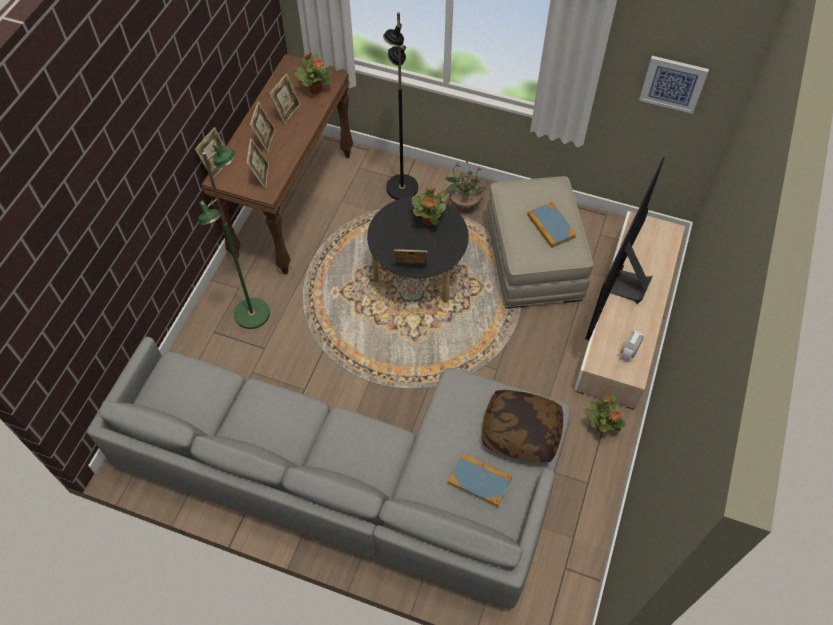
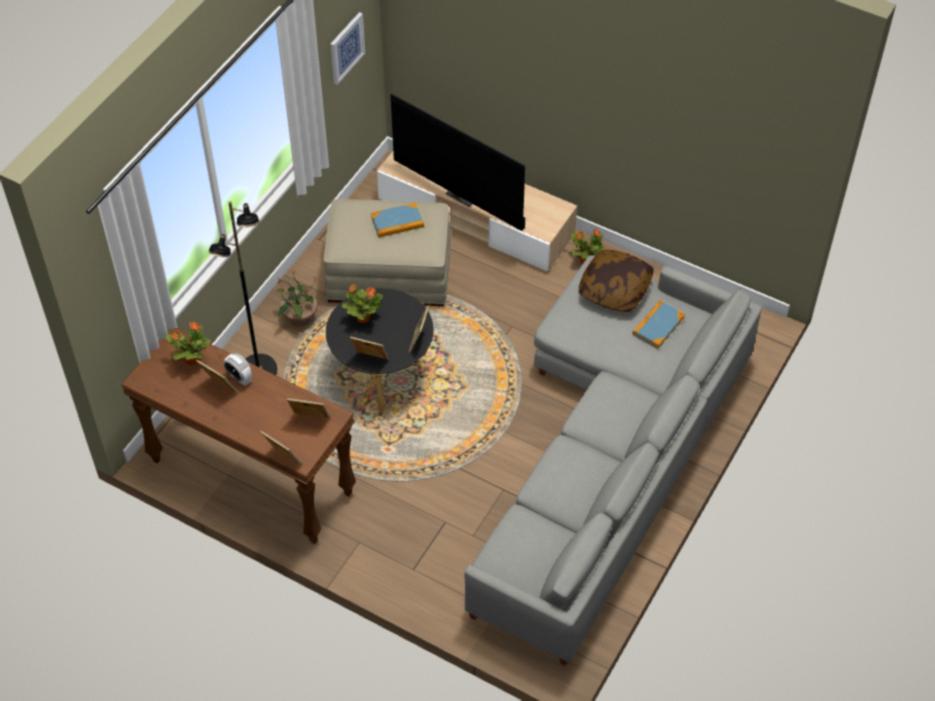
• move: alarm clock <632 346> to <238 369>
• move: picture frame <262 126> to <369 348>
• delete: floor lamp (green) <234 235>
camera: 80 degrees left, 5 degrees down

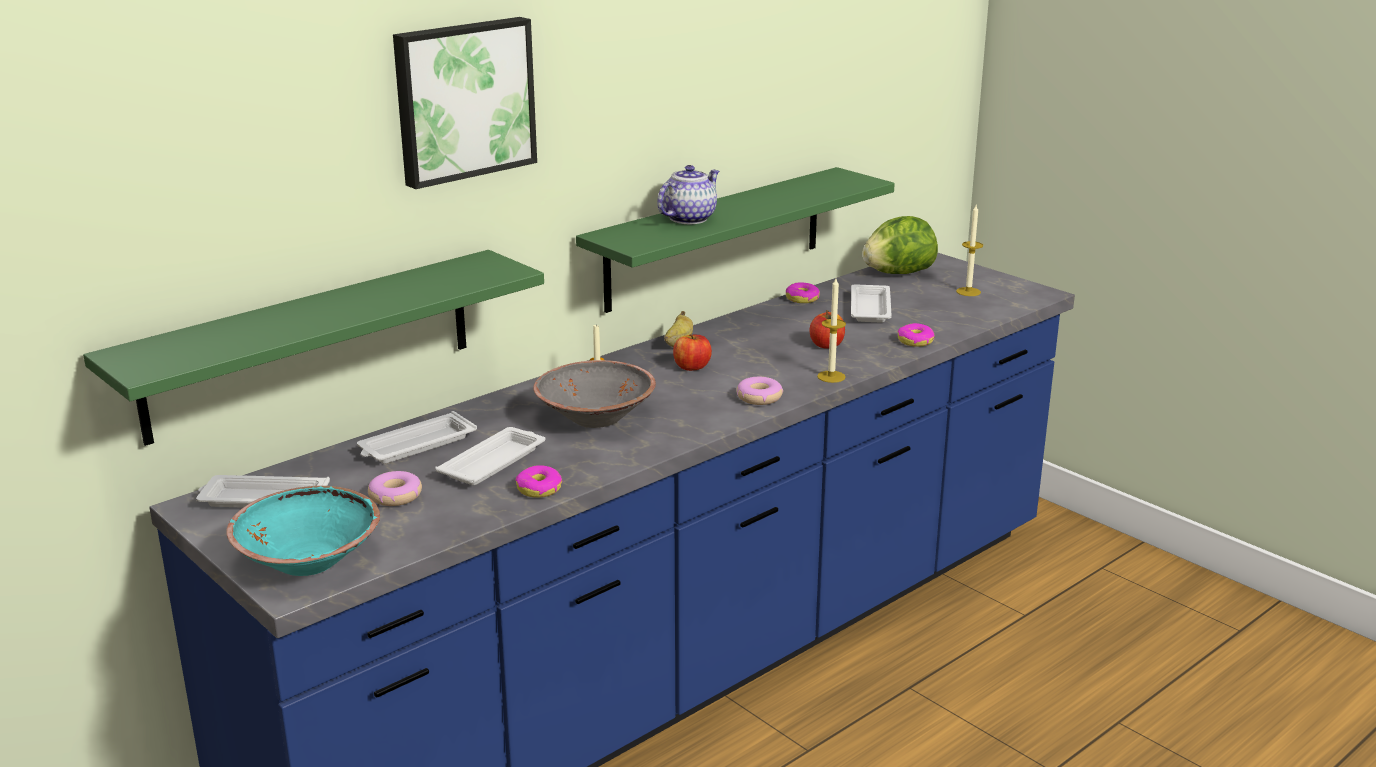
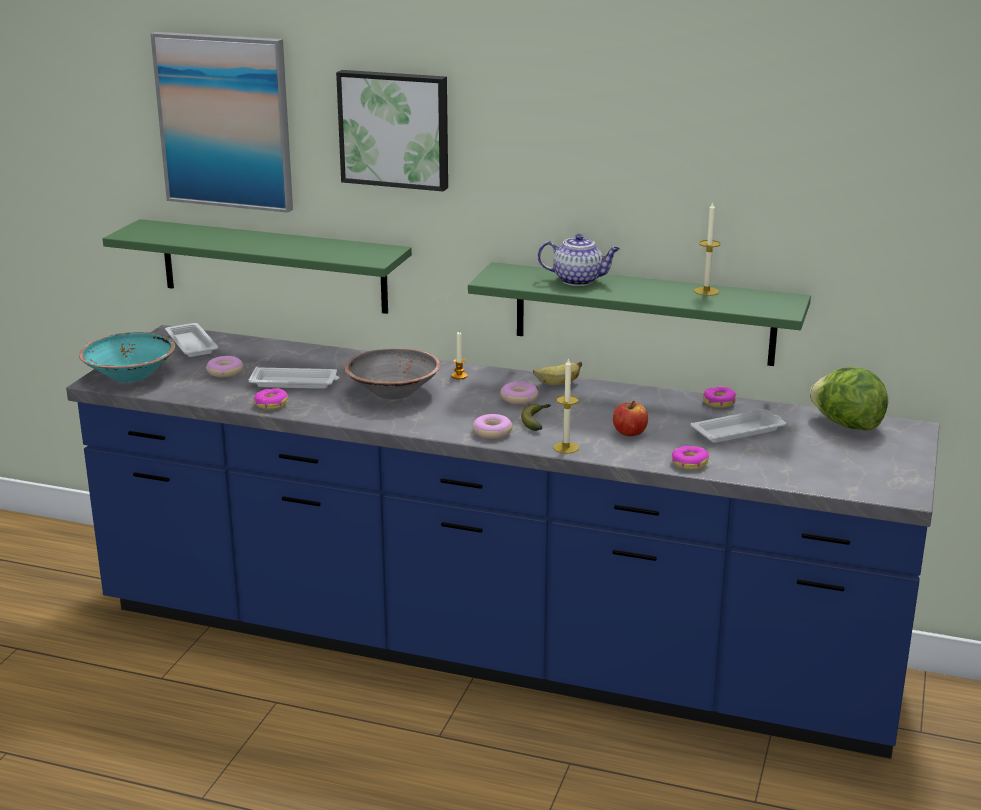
• insert: picture <222 122>
• replace: apple <692 352> to donut <519 392>
• insert: banana <536 417>
• move: candle <969 250> to <707 249>
• delete: tray (white) <417 437>
camera: 60 degrees right, 0 degrees up

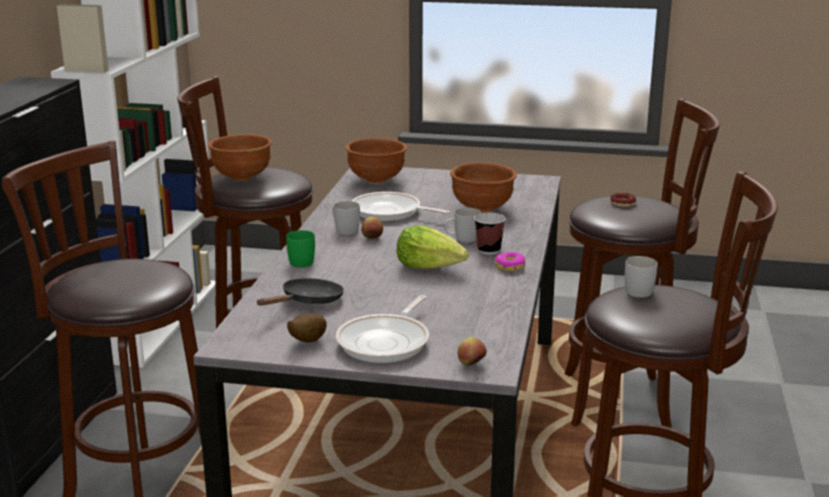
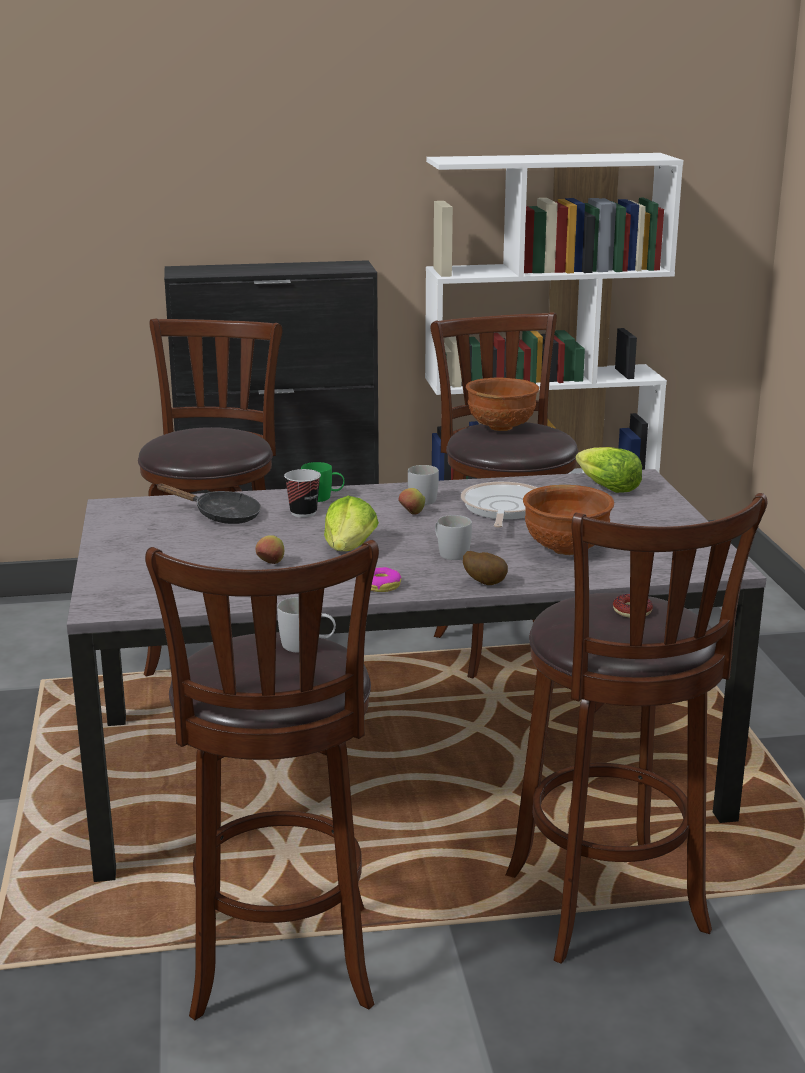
• move: apple <472 351> to <269 549>
• move: cup <490 234> to <302 493>
• move: potato <307 328> to <485 568>
• replace: bowl (brown) <376 160> to lettuce <608 470>
• delete: frying pan <382 329>
camera: 70 degrees right, 0 degrees up

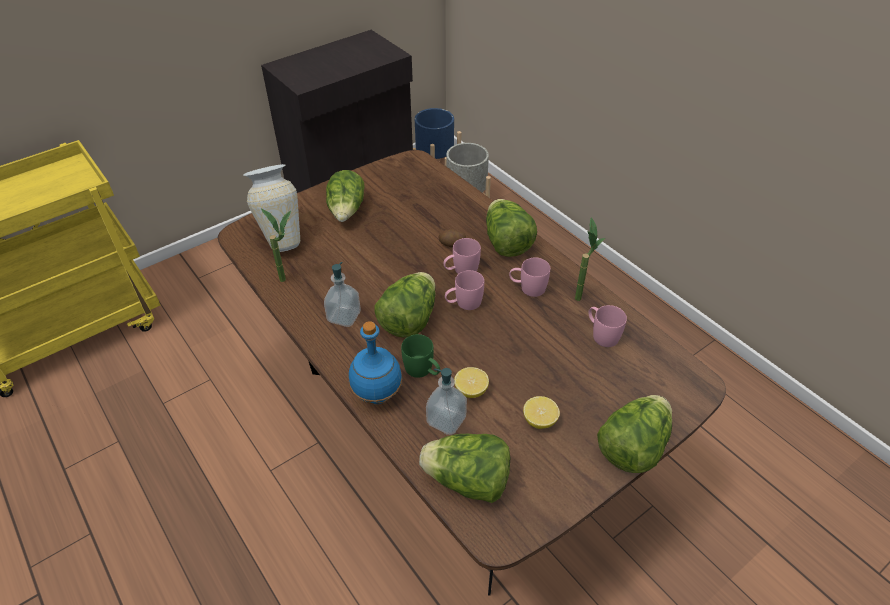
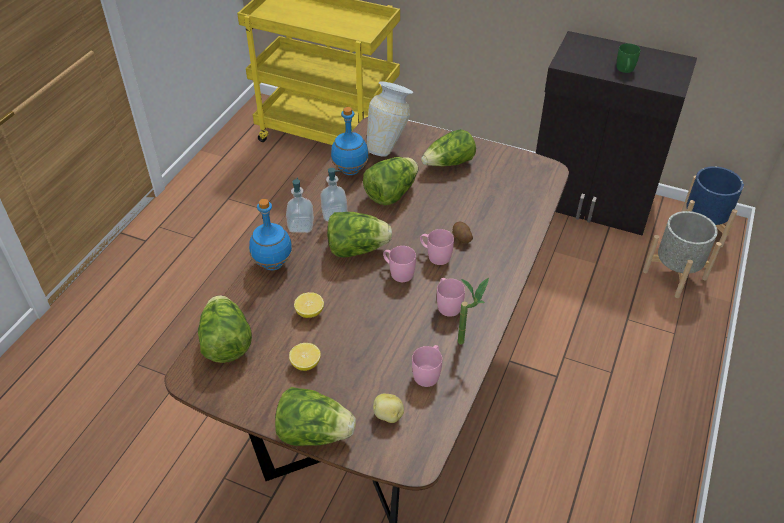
• move: soap dispenser <446 401> to <300 205>
• replace: potted plant <276 245> to bottle (blue) <350 141>
• move: lettuce <511 228> to <390 181>
• insert: potato <388 408>
• move: mug (green) <420 356> to <628 58>
camera: 60 degrees right, 0 degrees up

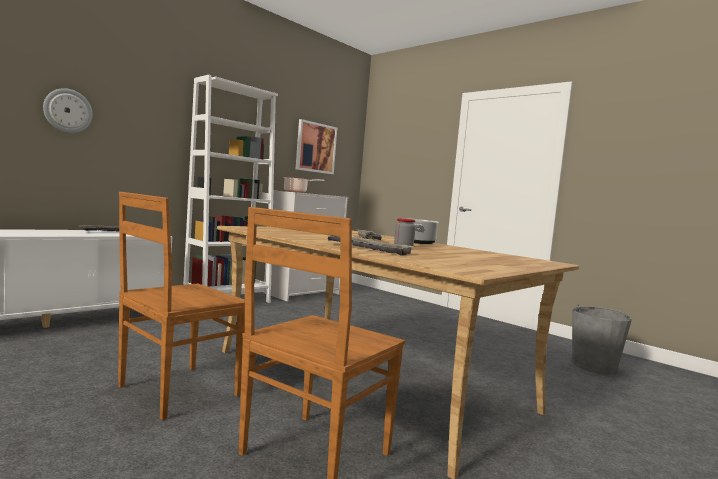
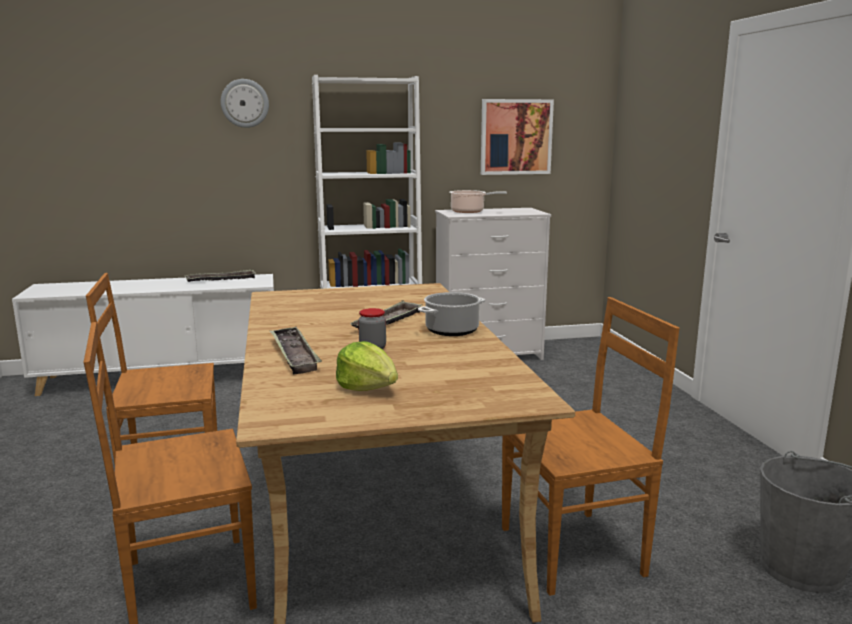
• move: wall clock <67 110> to <245 103>
• insert: lettuce <367 366>
• insert: chair (brown) <591 446>
camera: 35 degrees right, 10 degrees up

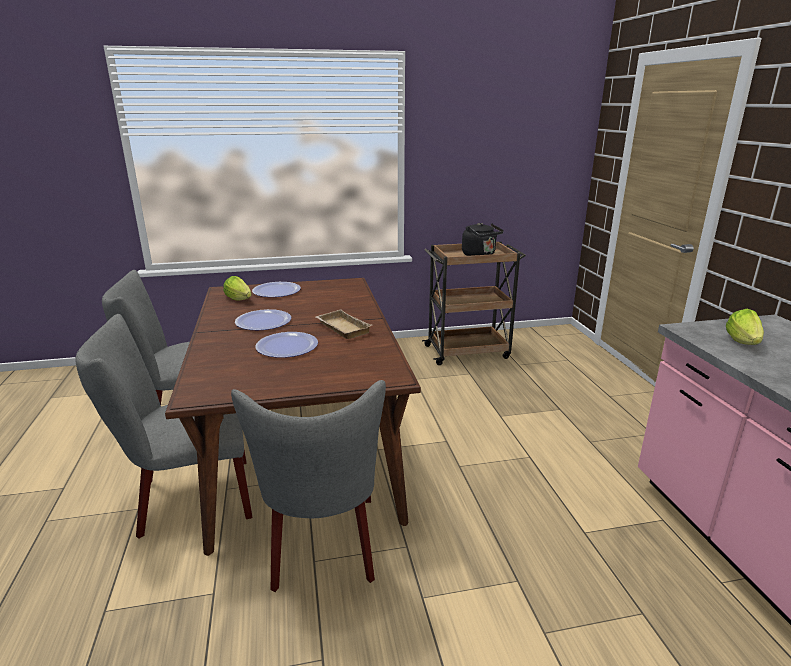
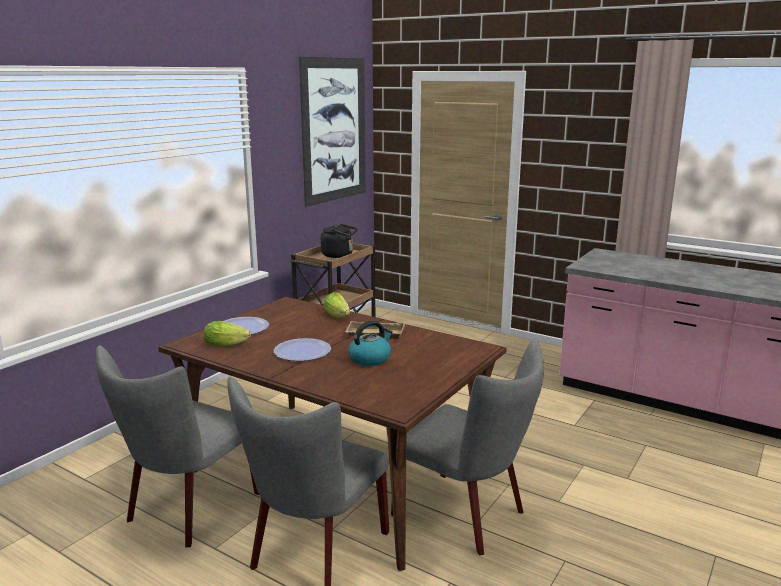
• insert: picture <332 132>
• move: lettuce <745 327> to <336 304>
• replace: plate <287 345> to kettle <371 343>
camera: 45 degrees left, 5 degrees down

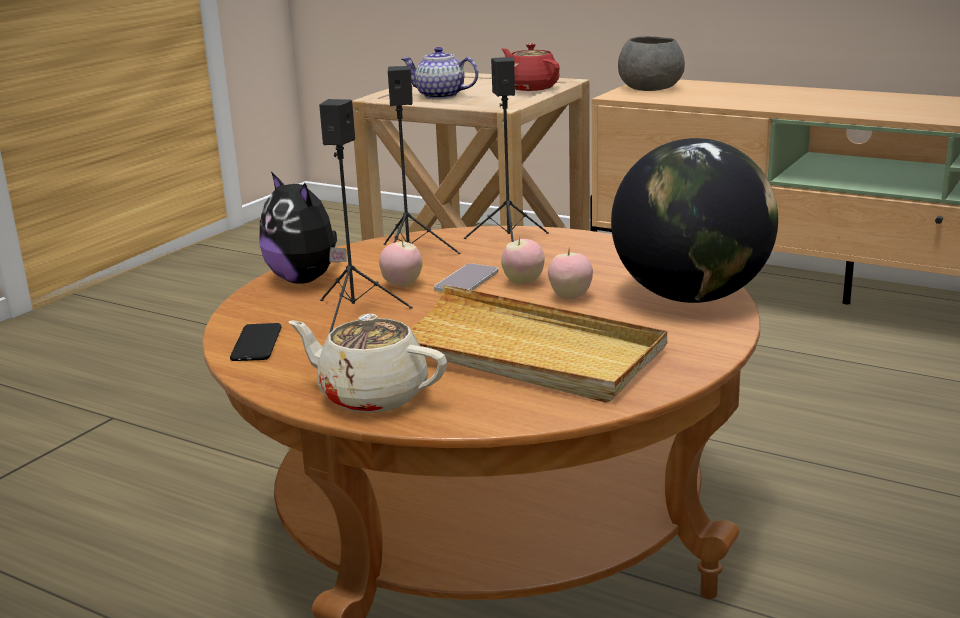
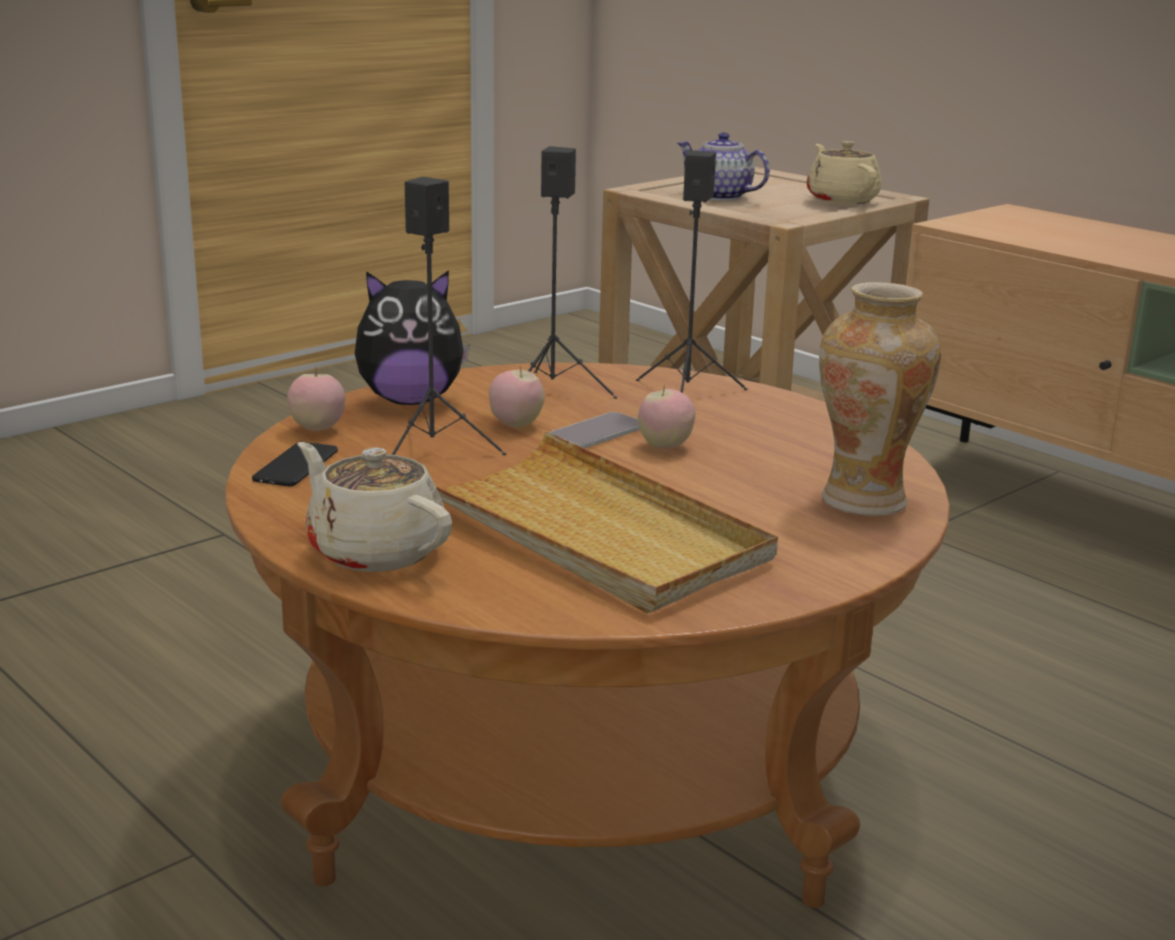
• move: apple <570 273> to <316 399>
• rotate: plush toy <303 227> = <412 337> 75 degrees counterclockwise
• recolor: teapot (red) <531 67> to teapot (beige) <844 172>
• replace: globe <694 220> to vase <880 399>
• delete: bowl (grey) <651 63>
camera: 15 degrees right, 0 degrees up

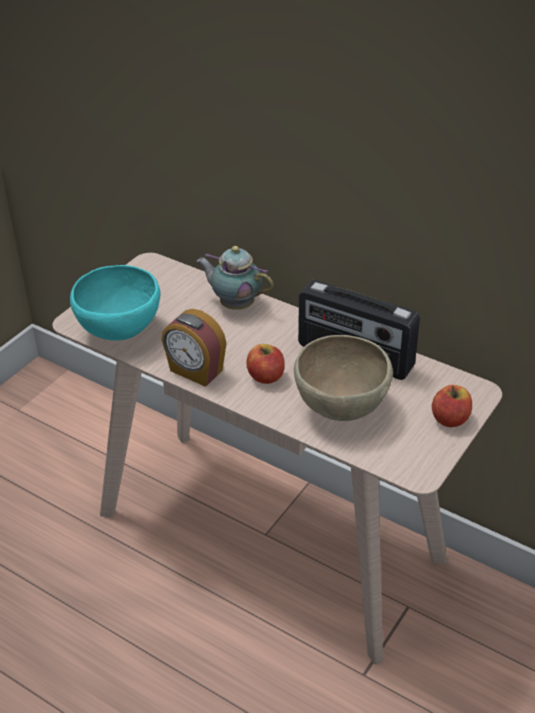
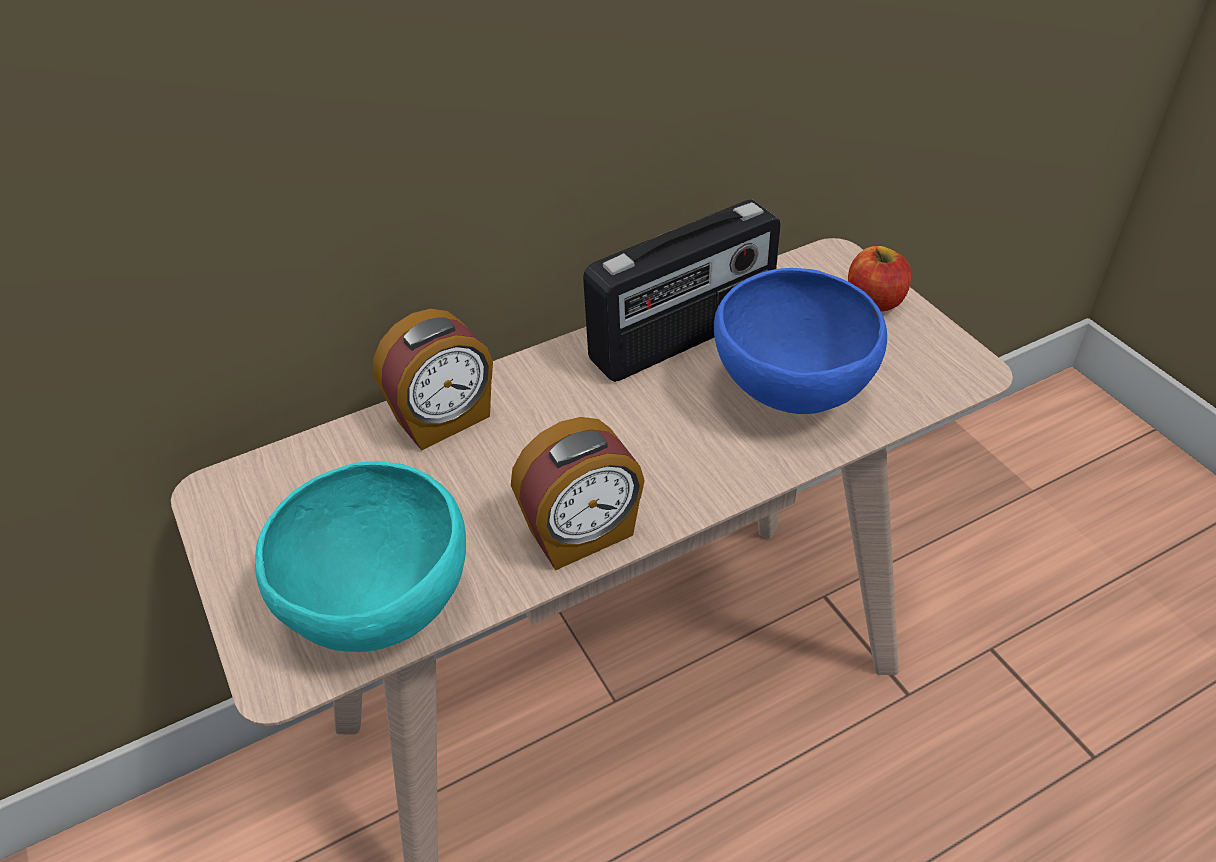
• replace: teapot <235 278> to alarm clock <433 380>
• recolor: bowl (brown) <343 378> to bowl (blue) <800 341>
• delete: apple <265 364>
camera: 60 degrees left, 5 degrees up

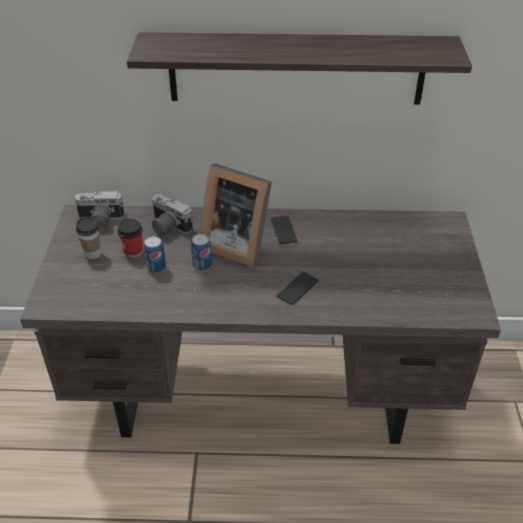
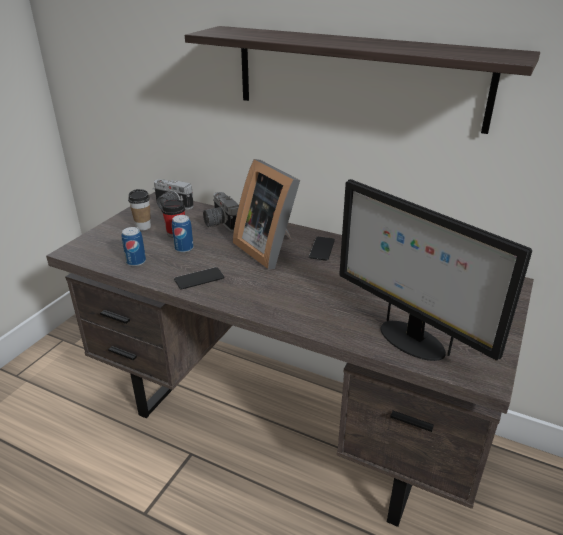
• move: can <201 252> to <134 246>
• move: phone <297 288> to <199 278>
• insert: monitor <435 270>
camera: 25 degrees right, 10 degrees down

